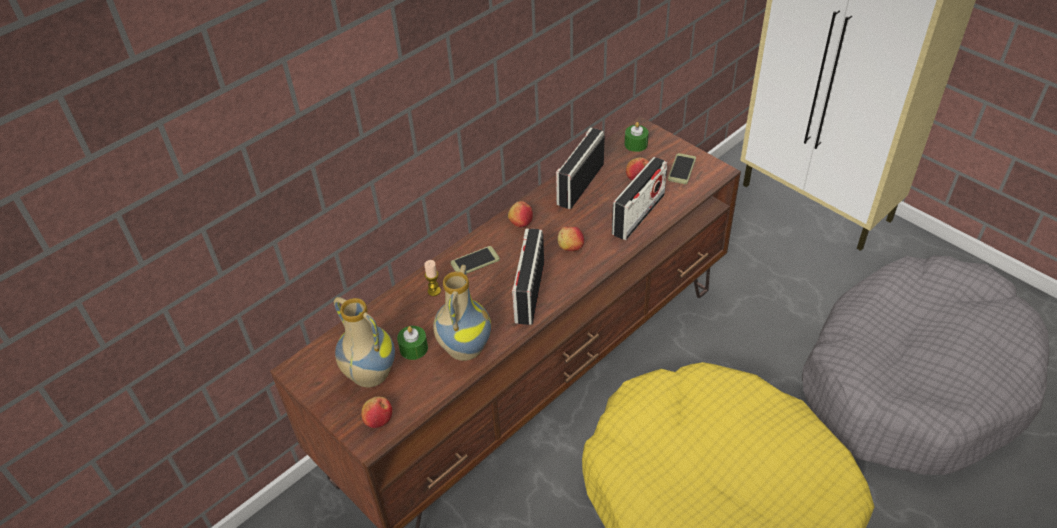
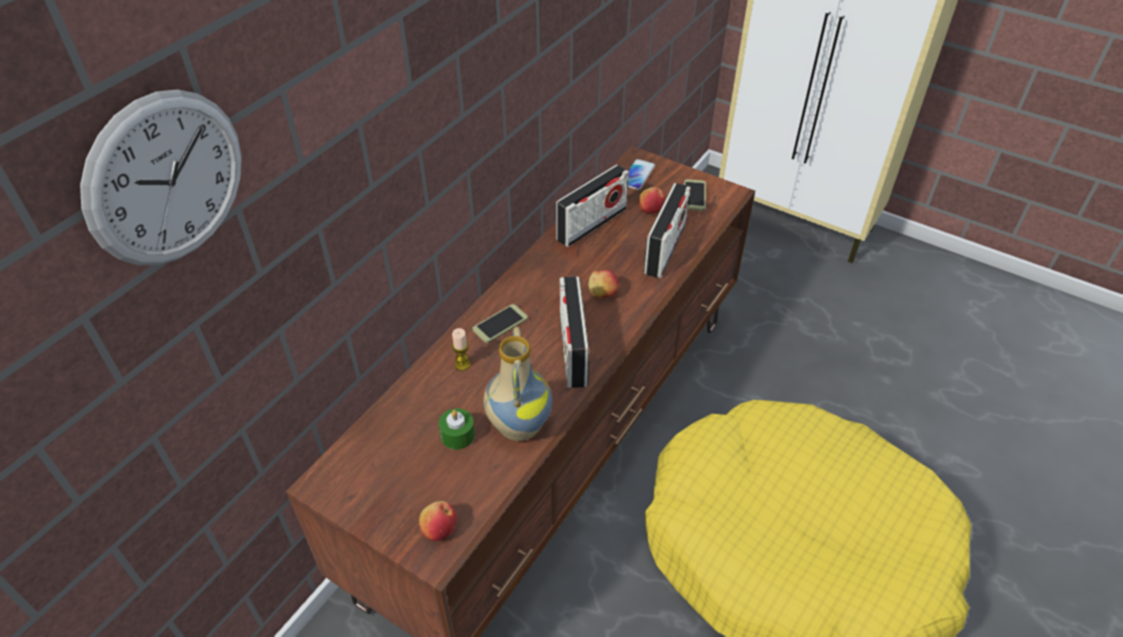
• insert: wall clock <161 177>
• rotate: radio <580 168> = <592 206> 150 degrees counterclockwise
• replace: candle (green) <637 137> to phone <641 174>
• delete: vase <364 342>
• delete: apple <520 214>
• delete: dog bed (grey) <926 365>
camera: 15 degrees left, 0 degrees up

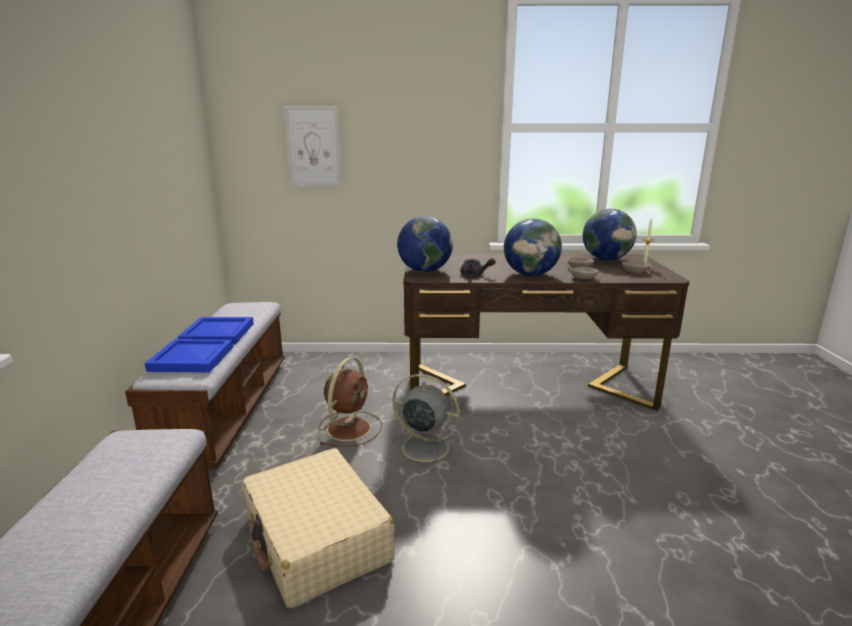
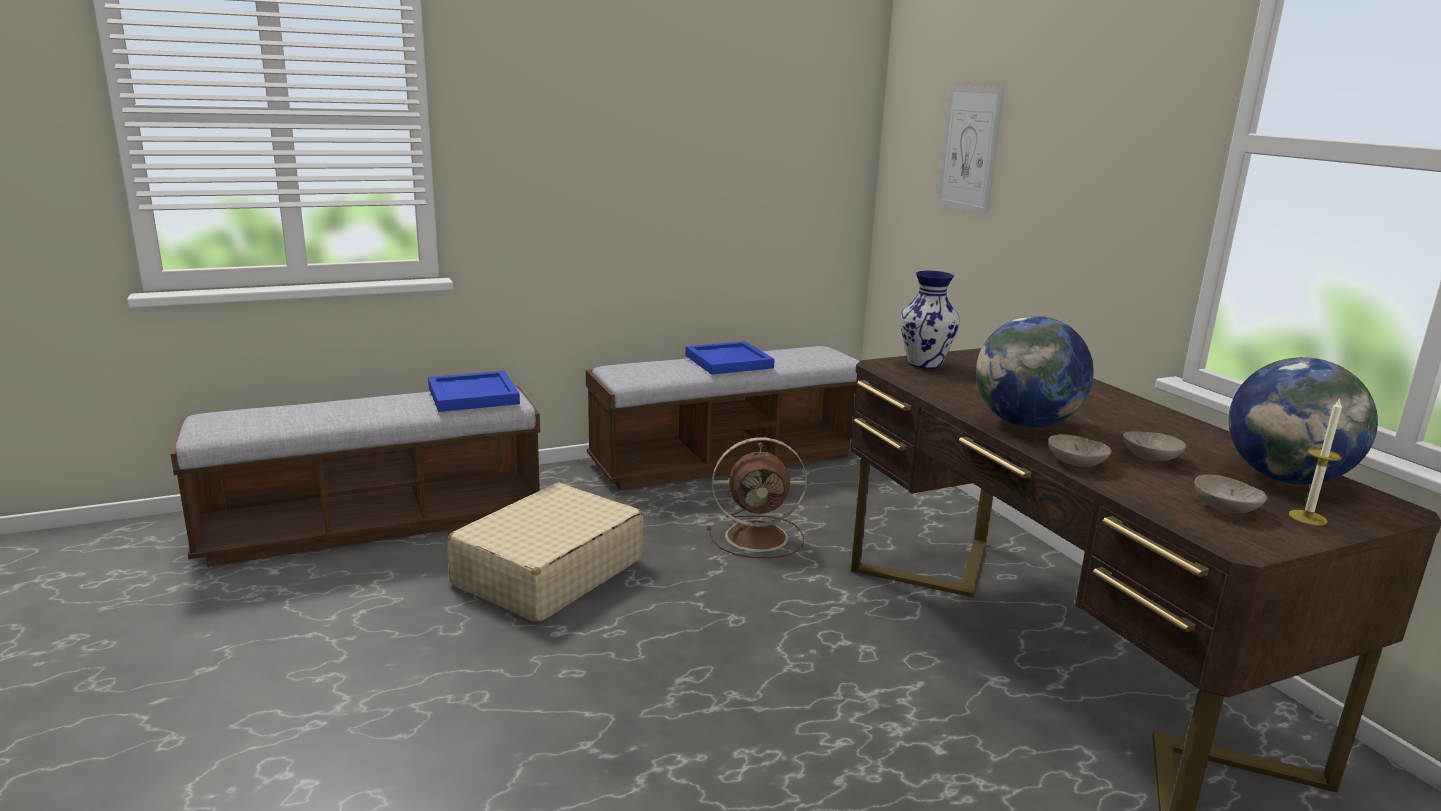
• move: tray (blue) <189 355> to <474 391>
• replace: globe <425 244> to vase <930 320>
• delete: fan (grey) <424 420>
• delete: teapot (grey) <478 267>
camera: 65 degrees right, 0 degrees up

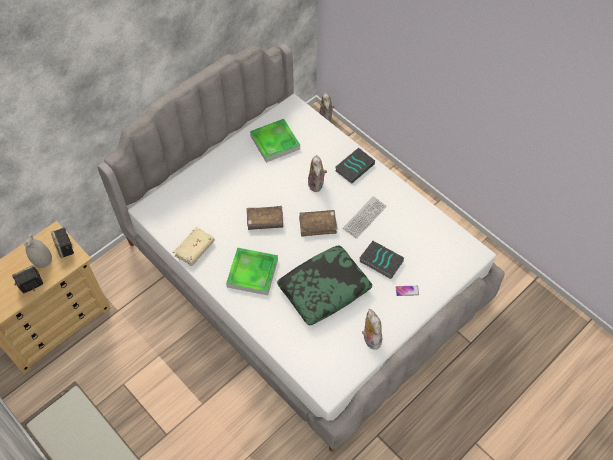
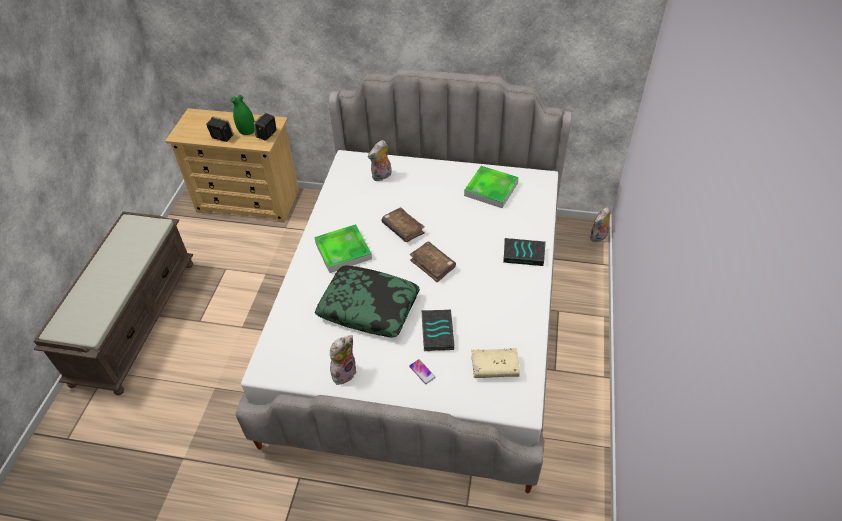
• recolor: vase (white) <38 251> to vase (green) <243 115>
• move: plush toy <317 173> to <380 160>
• move: book (beige) <194 246> to <495 363>
• delete: keyboard <365 217>
camera: 55 degrees right, 10 degrees down

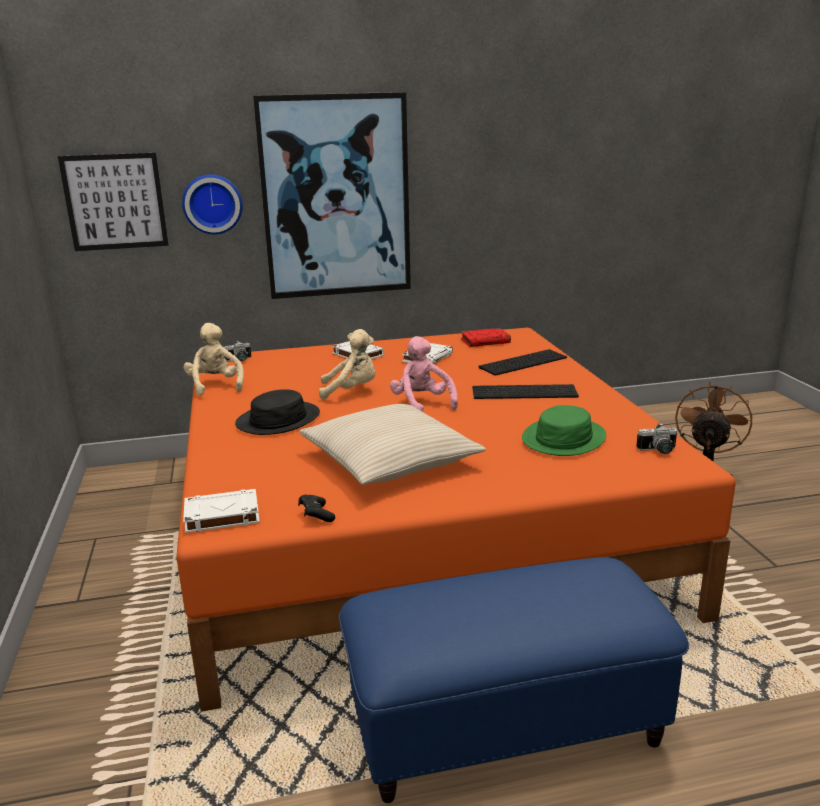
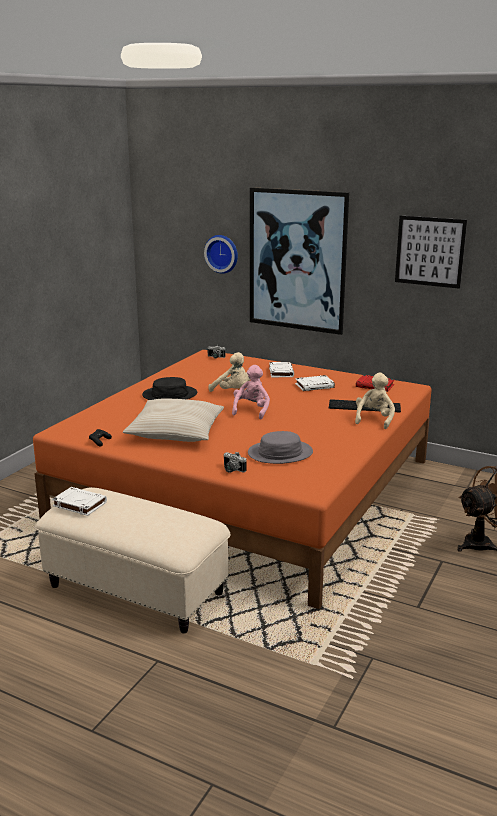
• recolor: ottoman (blue) <514 680> to ottoman (beige) <133 560>
• move: book (white) <221 511> to <79 501>
• move: photo camera <656 438> to <234 462>
• recolor: hat (green) <564 430> to hat (grey) <280 447>
• move: plush toy (beige) <213 359> to <375 400>
• move: picture <113 202> to <431 252>
• delete: keyboard <525 391>
camera: 40 degrees right, 0 degrees up

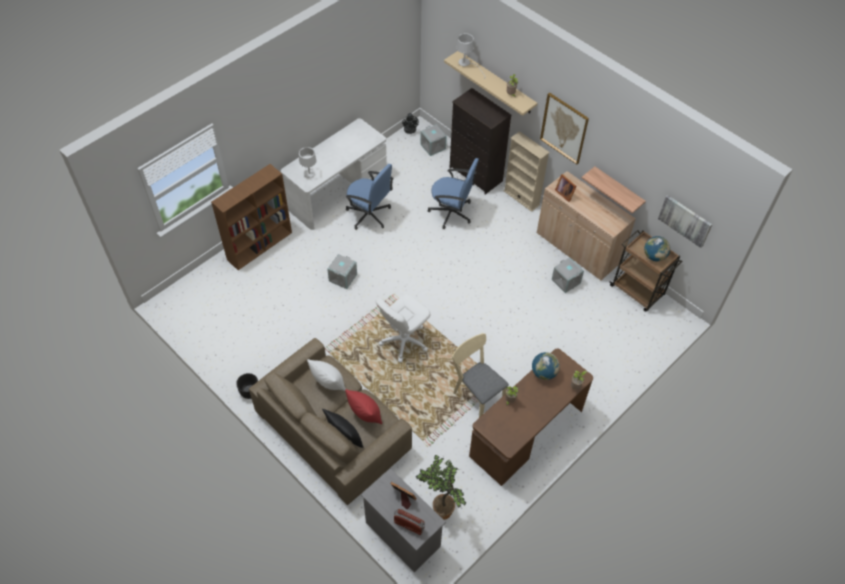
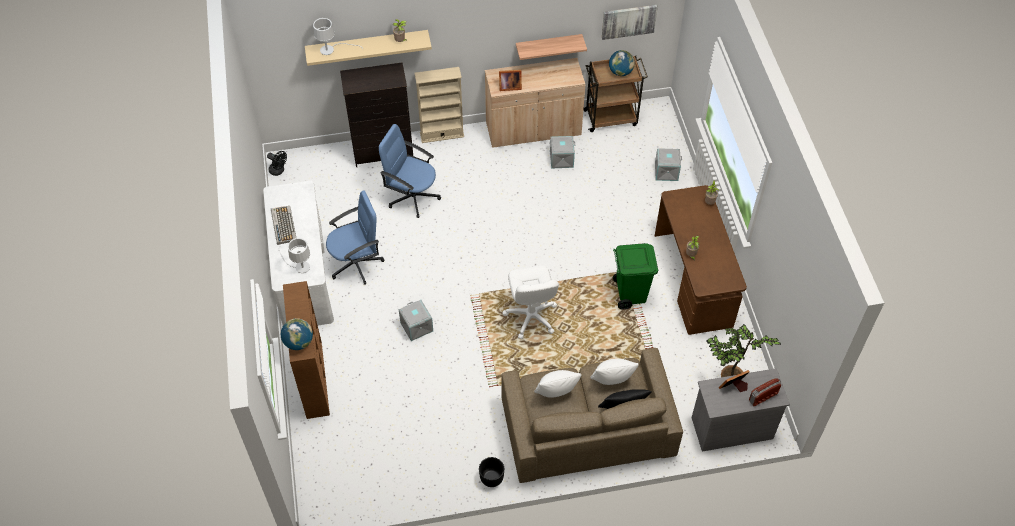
• insert: keyboard <283 225>
• move: globe <546 366> to <297 334>
• rotate: office chair (blue) <453 193> = <410 171> 120 degrees counterclockwise
• recolor: pillow (red) <363 406> to pillow (white) <614 371>
• replace: chair (beige) <480 375> to trash can (green) <635 276>
• move: storage box (grey) <433 140> to <668 164>
• delete: picture <564 128>
camera: 55 degrees left, 0 degrees up

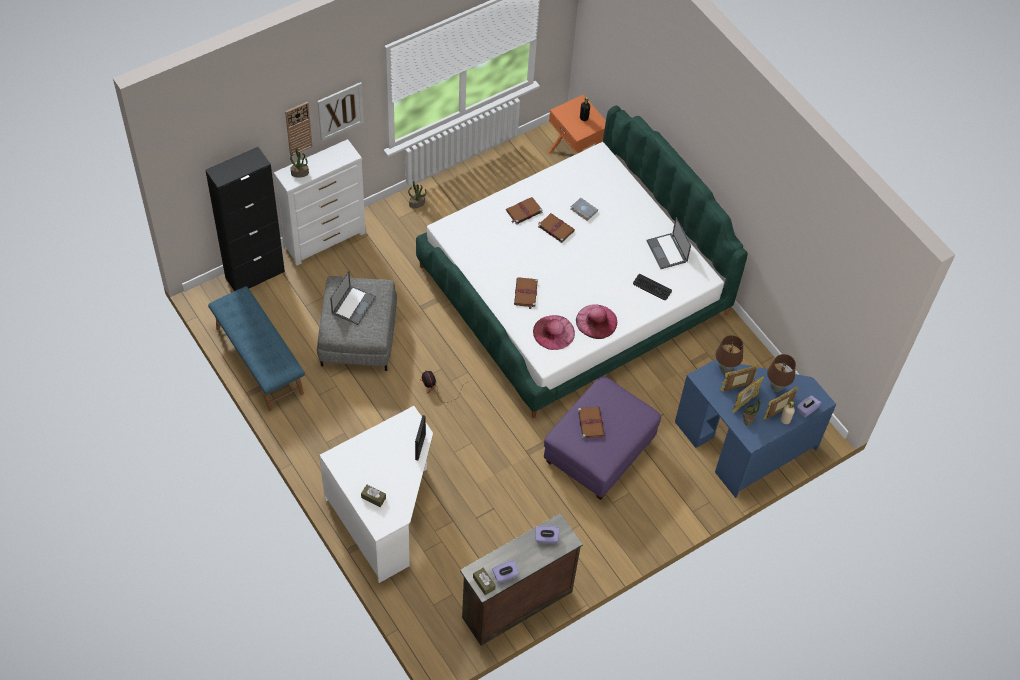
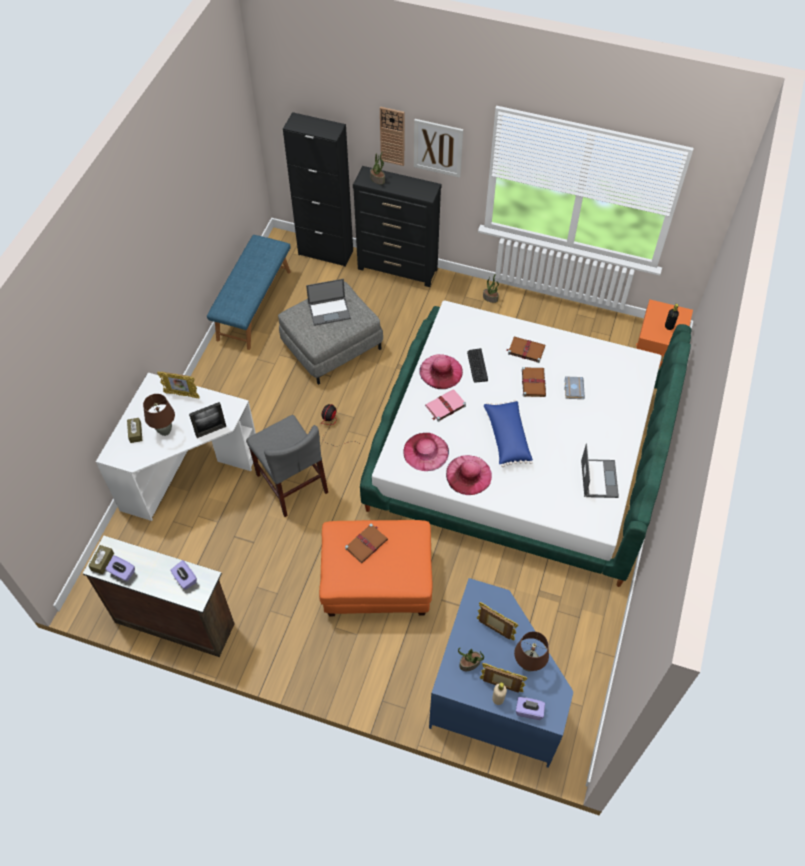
• move: table lamp (brown) <729 354> to <159 415>
• move: picture frame <748 394> to <178 384>
• insert: chair (grey) <287 466>
• recolor: ottoman (purple) <602 438> to ottoman (orange) <376 568>
• recolor: dresser (white) <320 202> to dresser (black) <397 226>
• insert: hat (pink) <441 371>
• recolor: book (brown) <526 293> to book (pink) <445 405>
• move: keyboard <652 287> to <477 365>
• insert: pillow (blue) <508 433>
• rotate: laptop <668 243> = <600 470> 150 degrees clockwise
camera: 55 degrees right, 0 degrees up

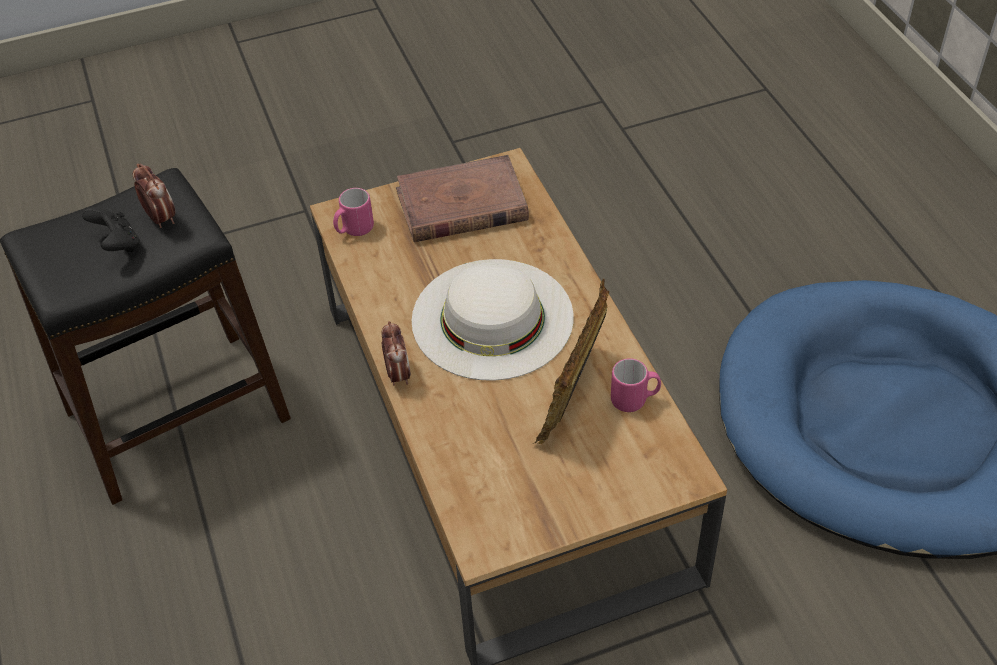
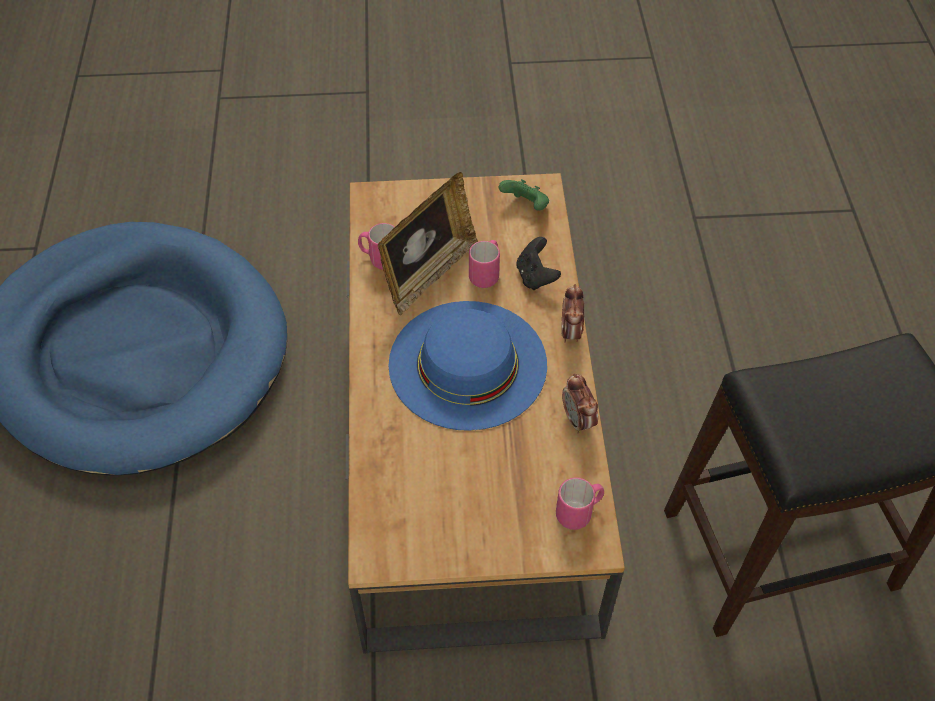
• recolor: hat (white) <493 320> to hat (blue) <468 366>
• insert: mug (pink) <484 264>
• insert: game controller (green) <524 195>
• move: game controller (black) <111 230> to <538 263>
• move: alarm clock <154 196> to <580 403>
• delete: book (brown) <462 198>
camera: 165 degrees left, 5 degrees up

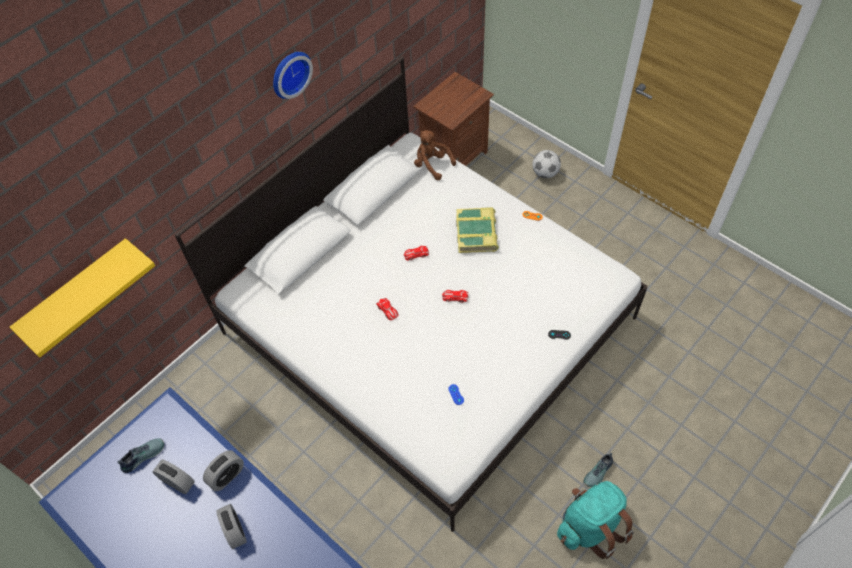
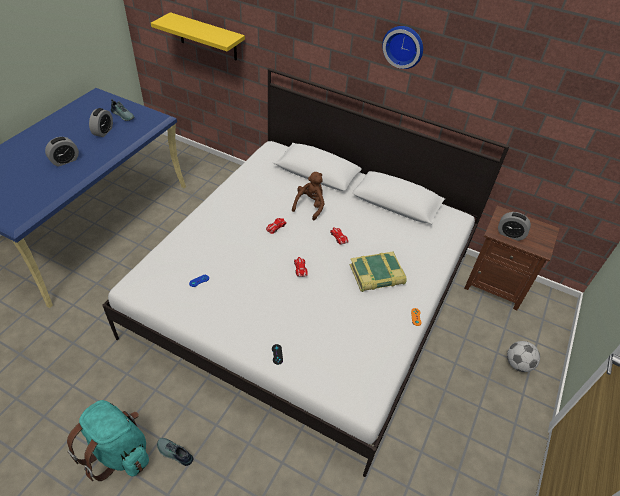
• move: plush toy (brown) <435 155> to <308 196>
• move: alarm clock <223 470> to <514 226>
camera: 70 degrees right, 10 degrees down

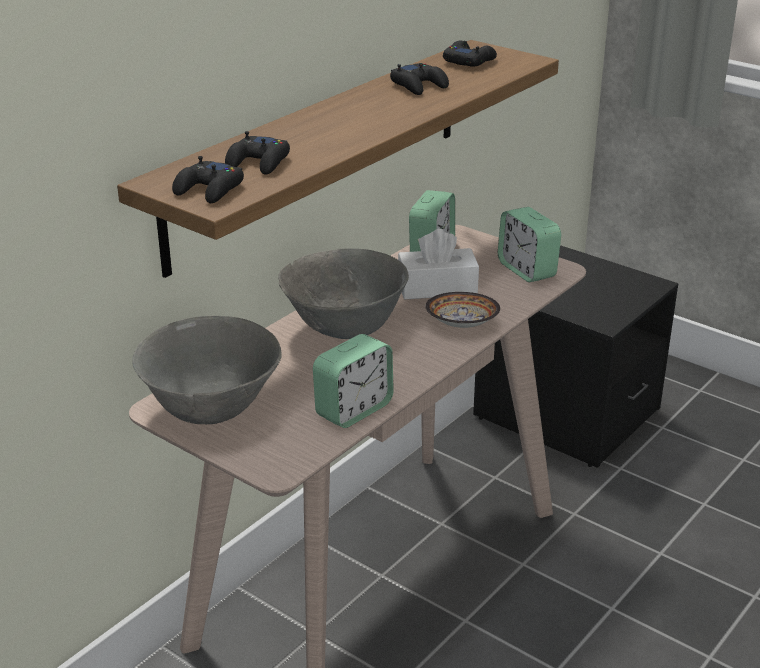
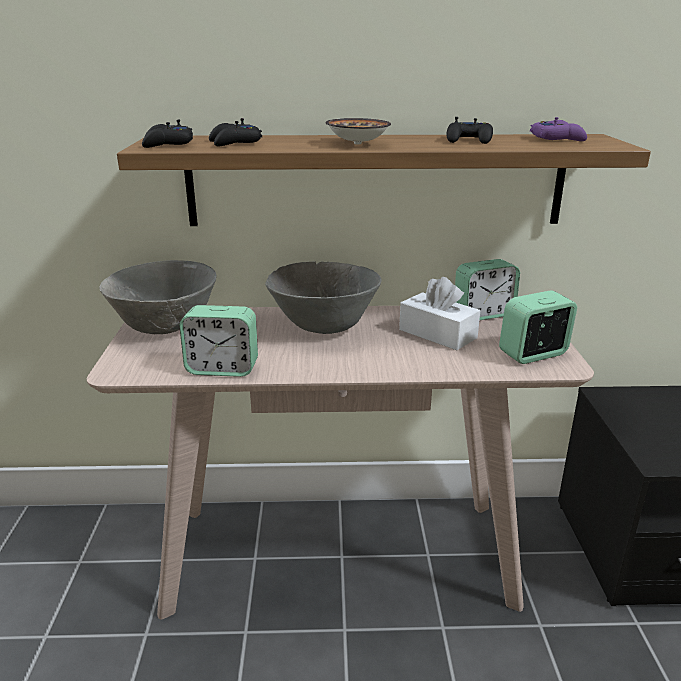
• move: bowl <462 310> to <358 131>
• rotate: alarm clock <529 244> = <538 327> 45 degrees clockwise
• recolor: game controller (black) <470 54> to game controller (purple) <558 129>
camera: 50 degrees right, 5 degrees down

